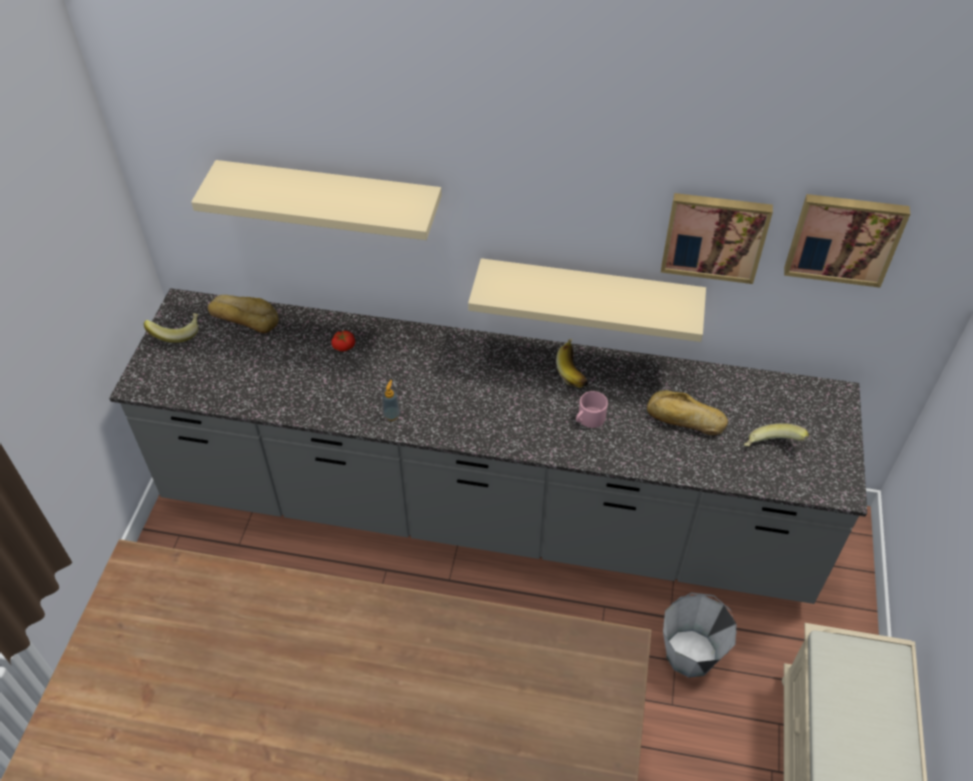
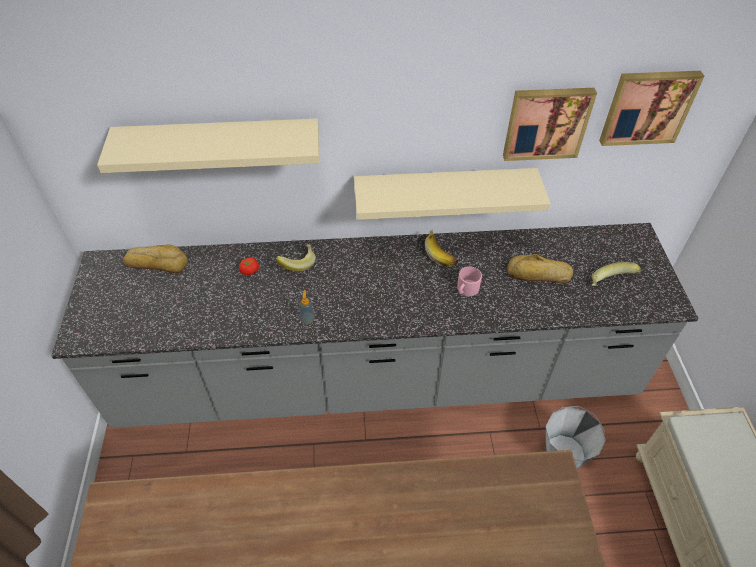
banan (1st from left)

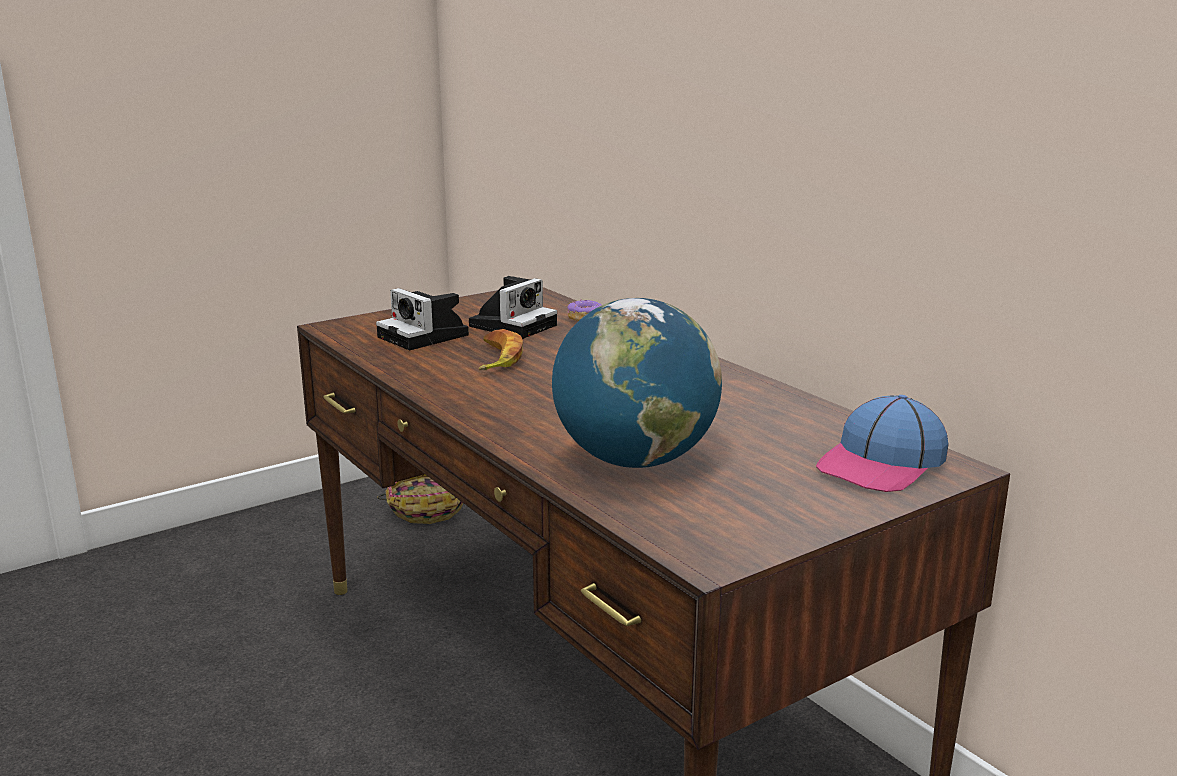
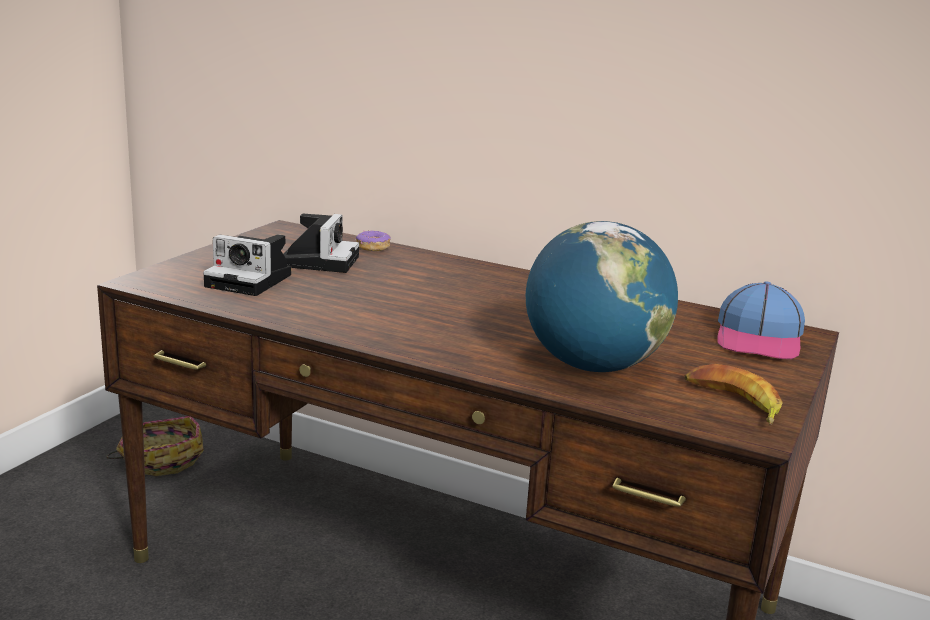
banan

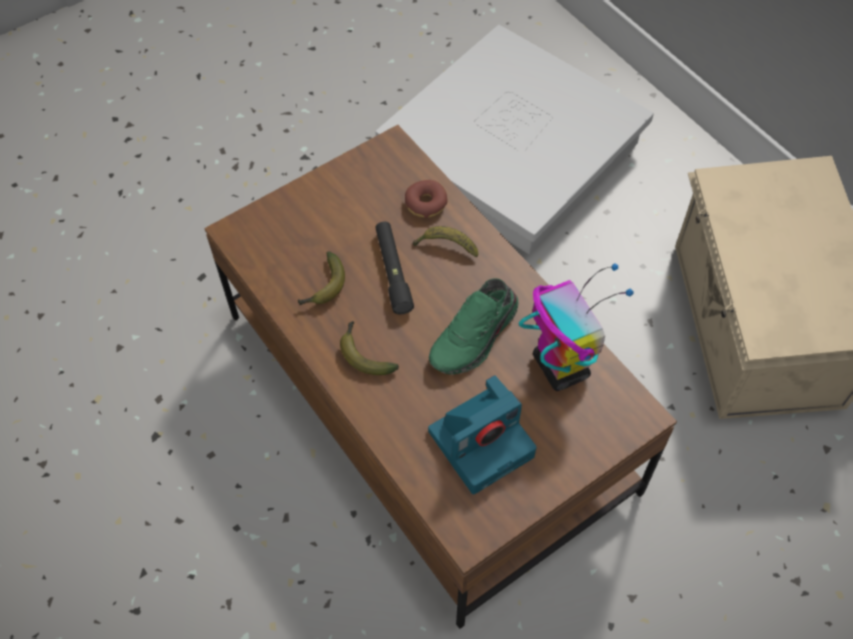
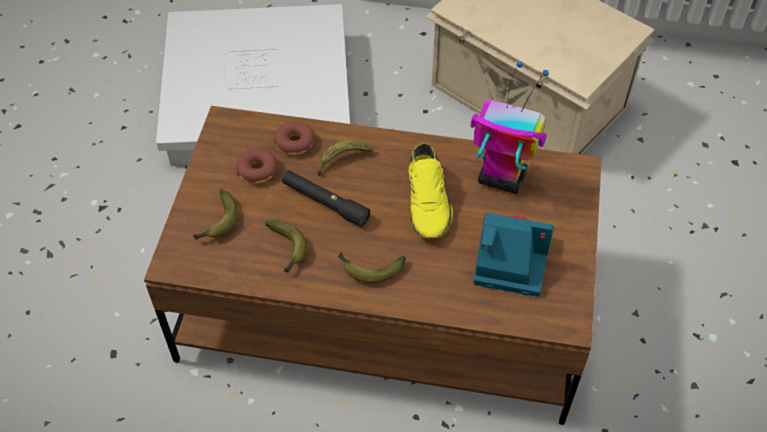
banan (1st from left)
donut (1st from left)
but/żółty
aparat fotograficzny

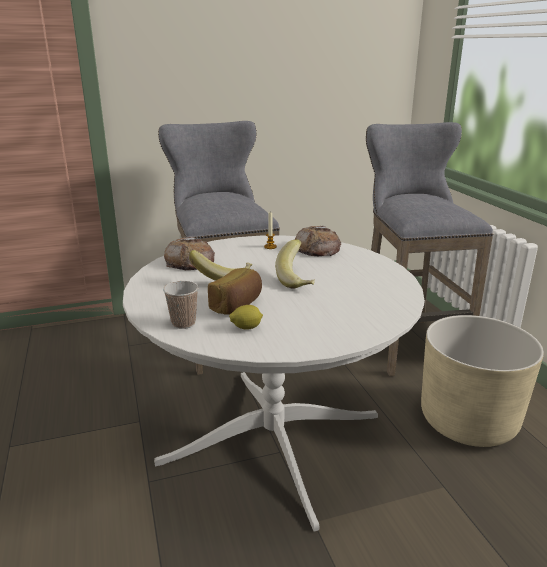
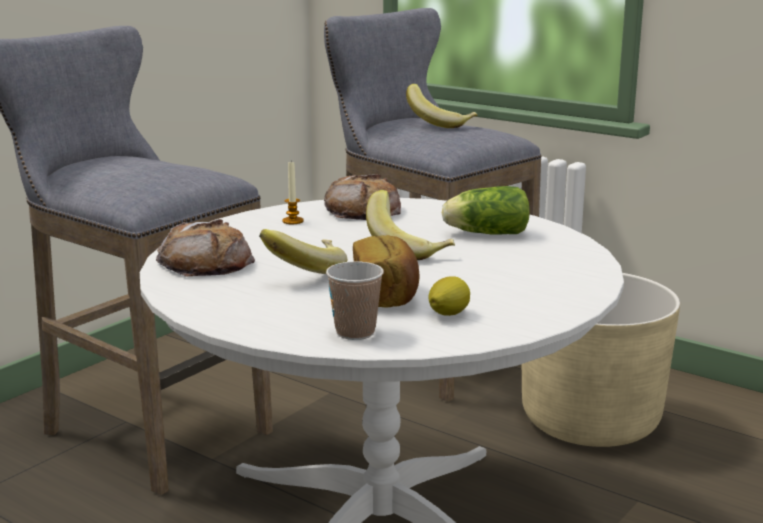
banan (3rd from left)
sałata

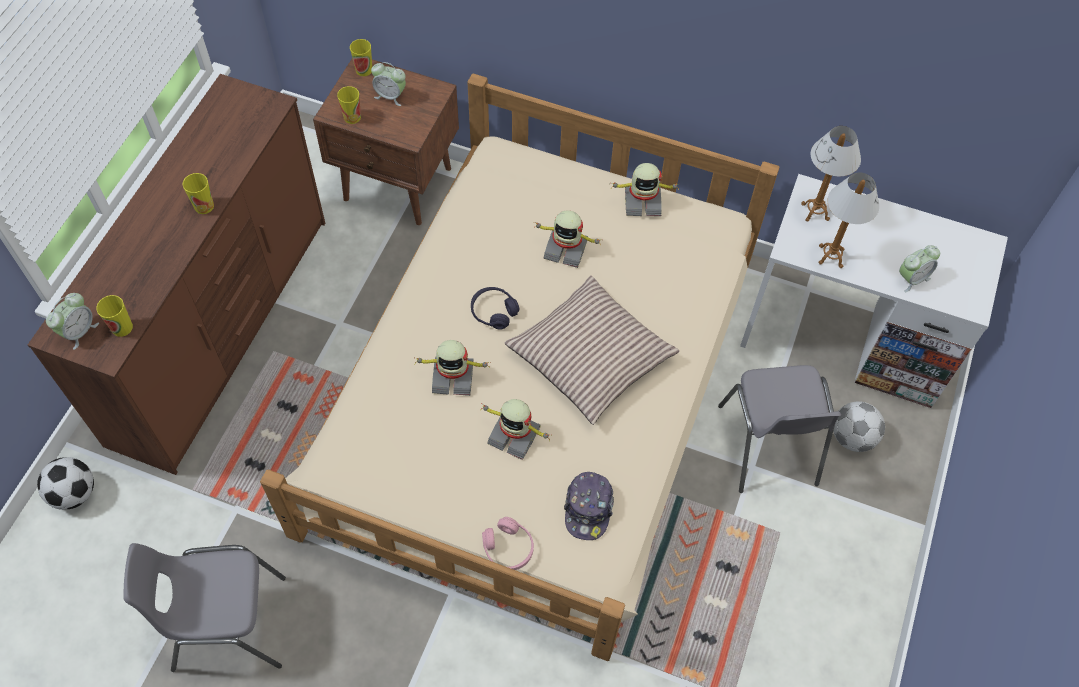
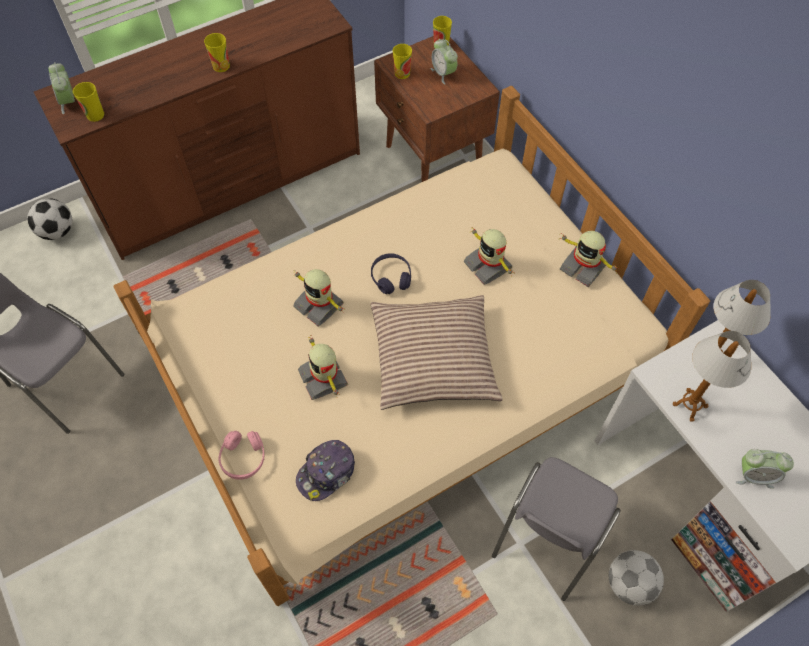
budzik (1st from left)

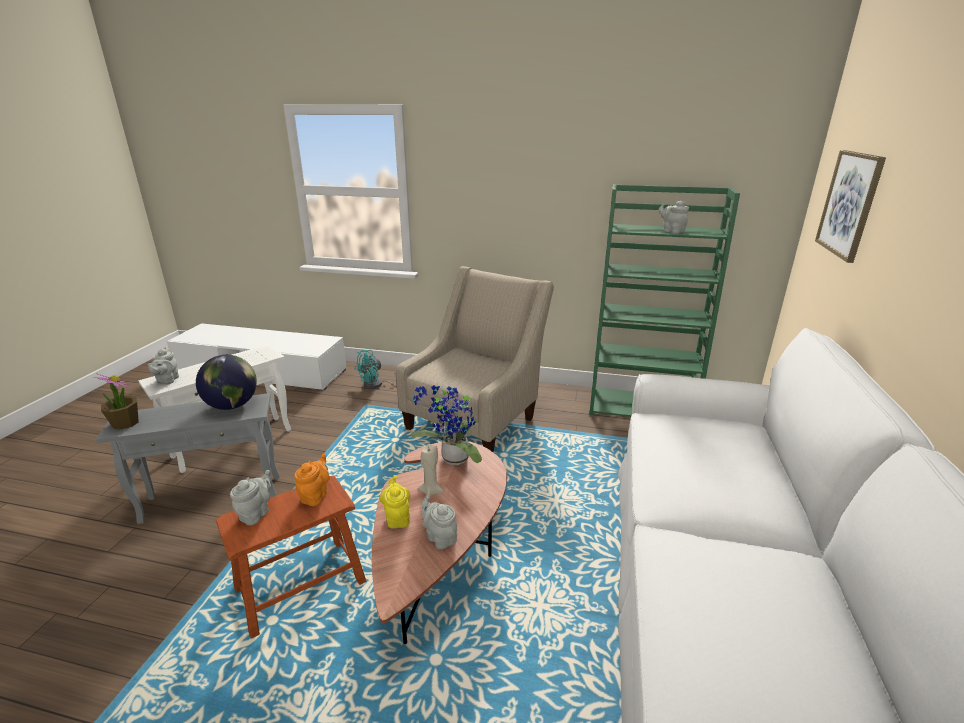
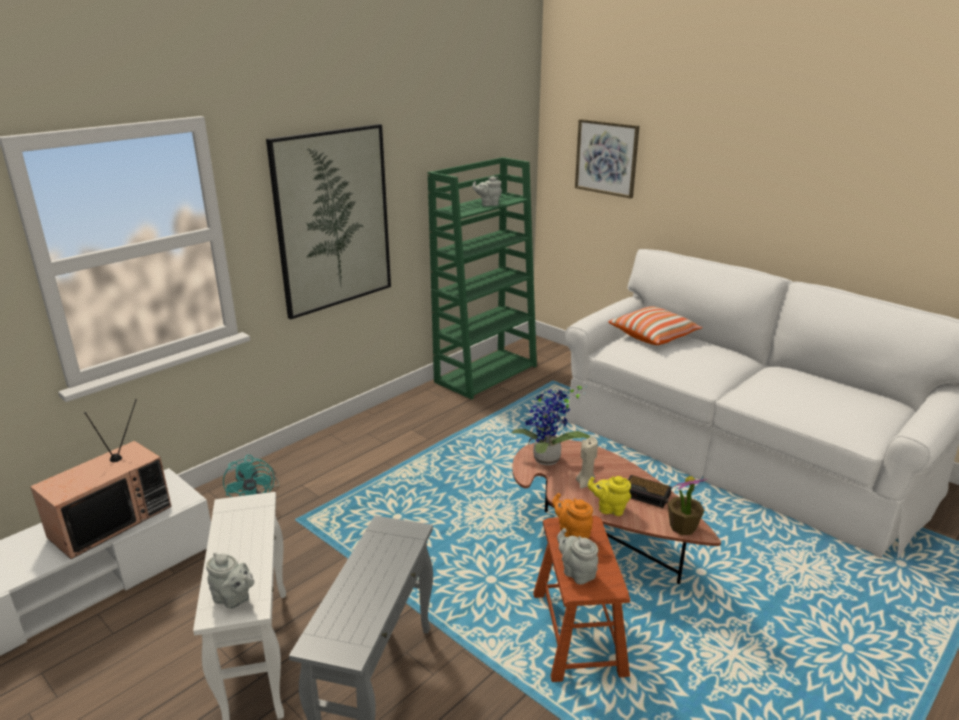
telewizor
obraz (1st from left)
poduszka
budzik
roślina doniczkowa (2nd from left)
globus
fotel/beżowy

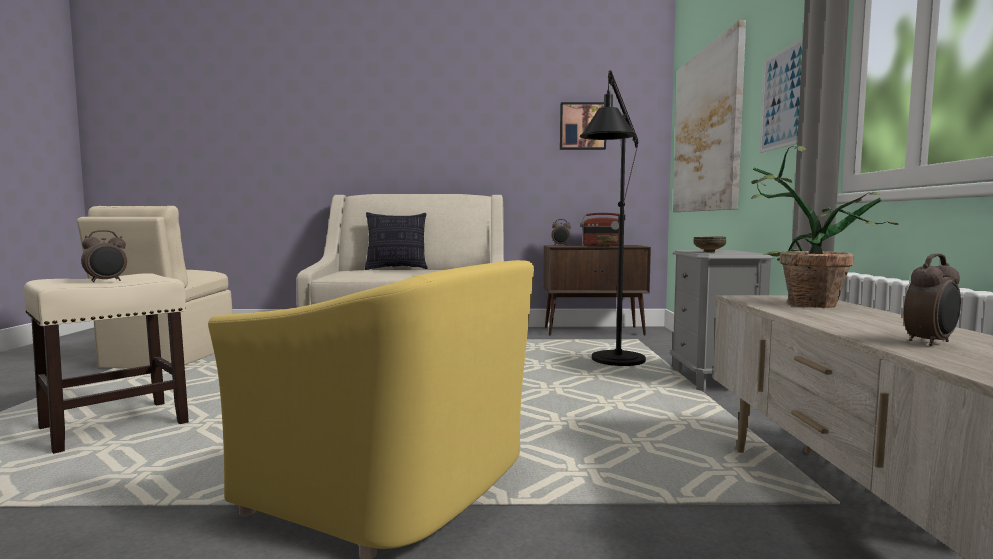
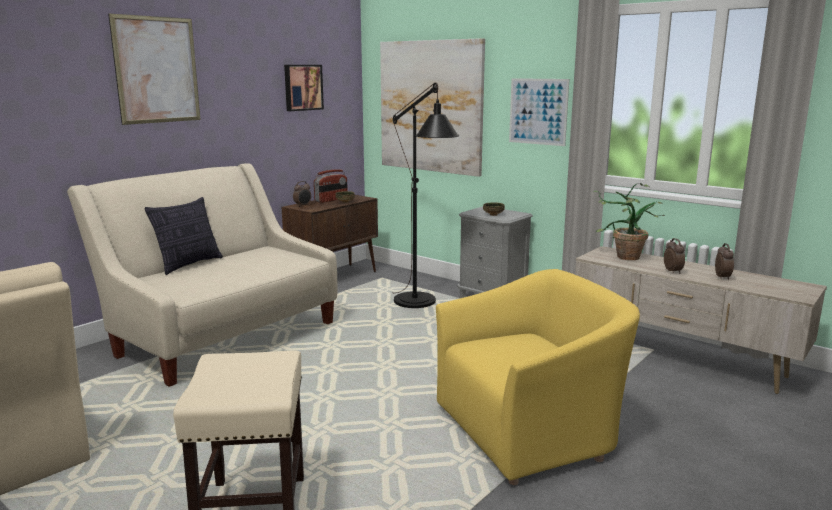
obraz (1st from left)
budzik (2nd from left)

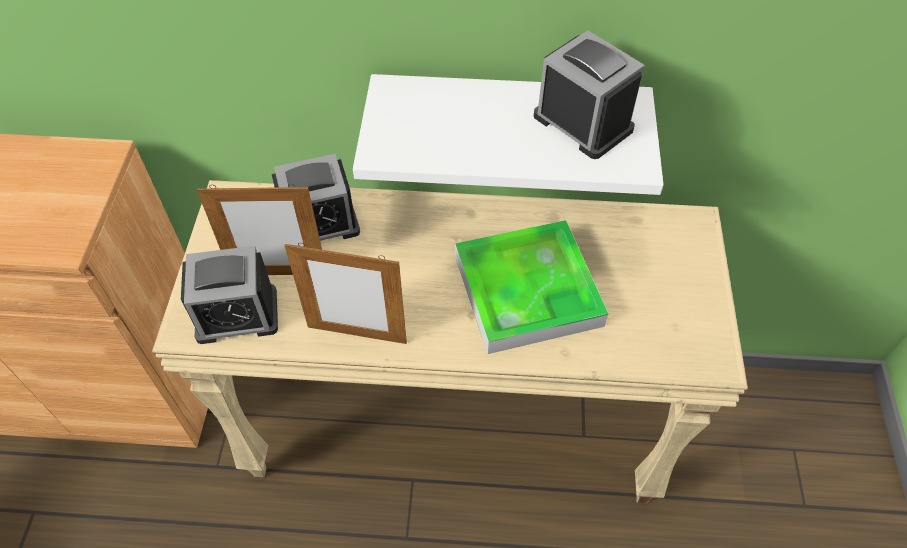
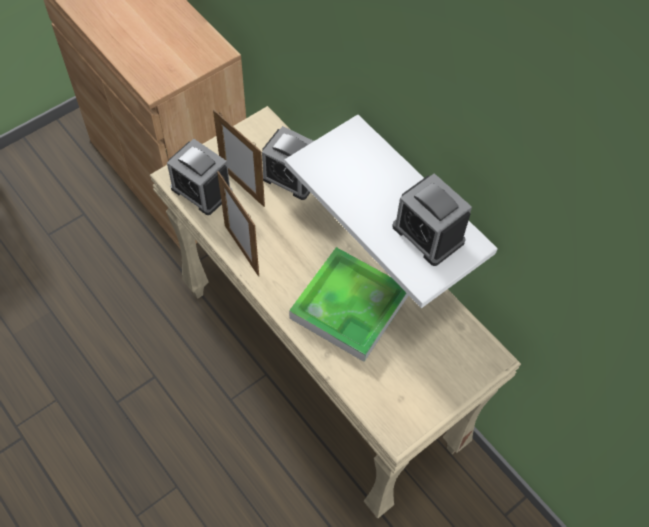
budzik (3rd from left)

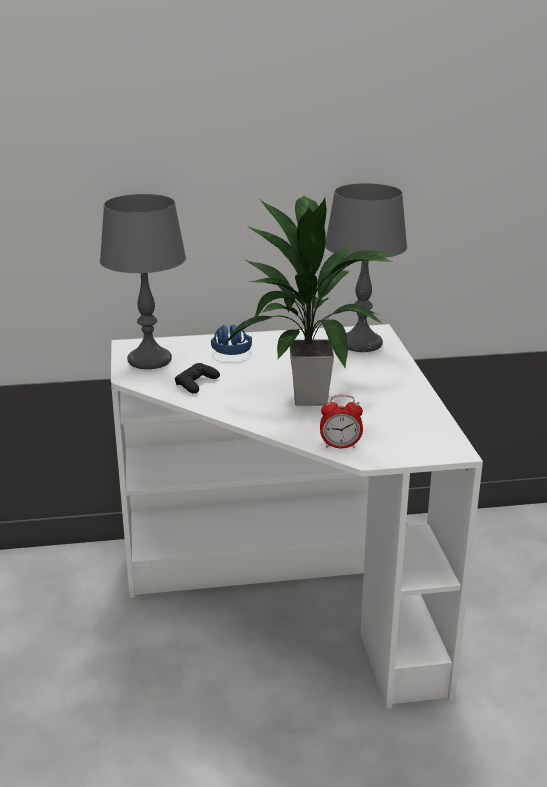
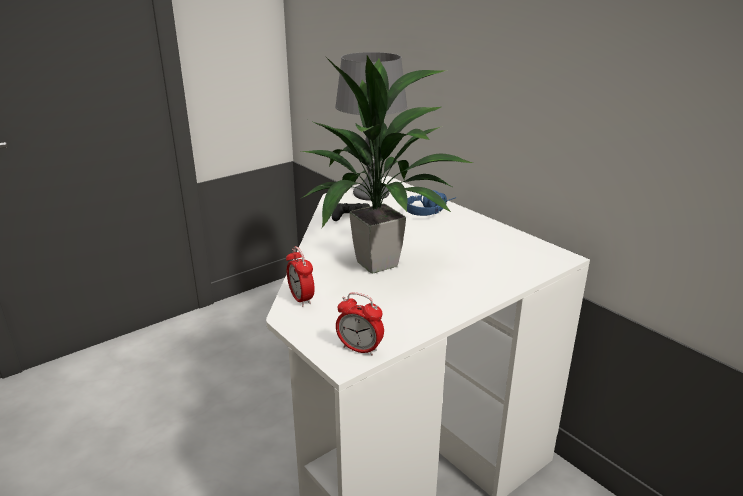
budzik (2nd from left)
lampa stołowa/szary (2nd from left in the first image)

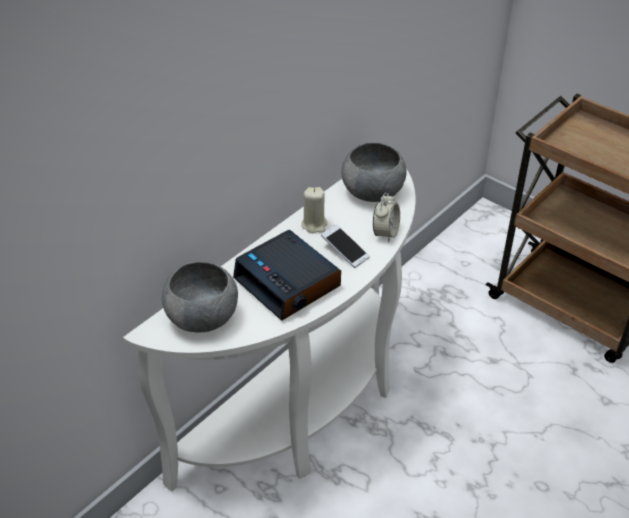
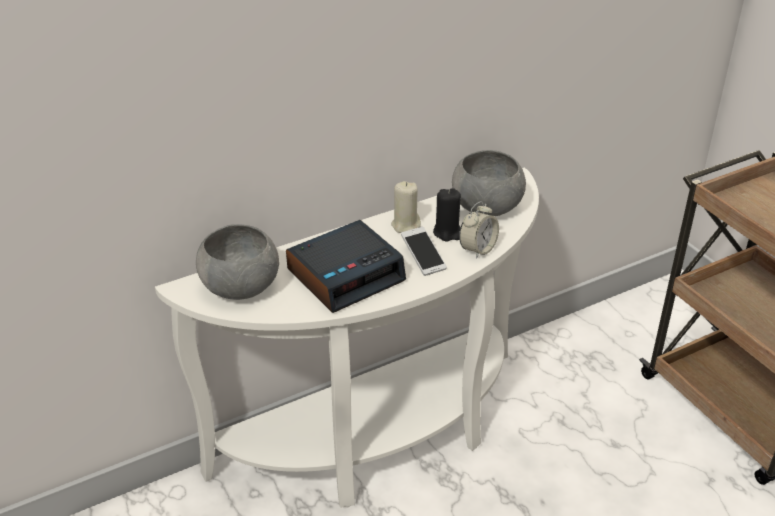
budzik (1st from left)
świeca/czarny

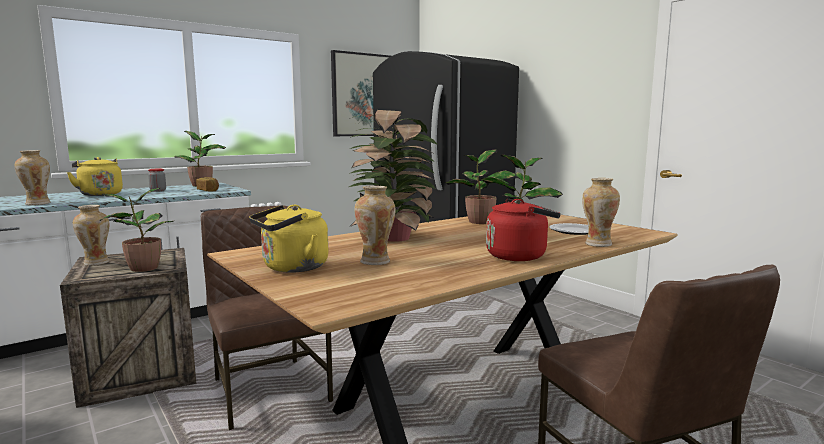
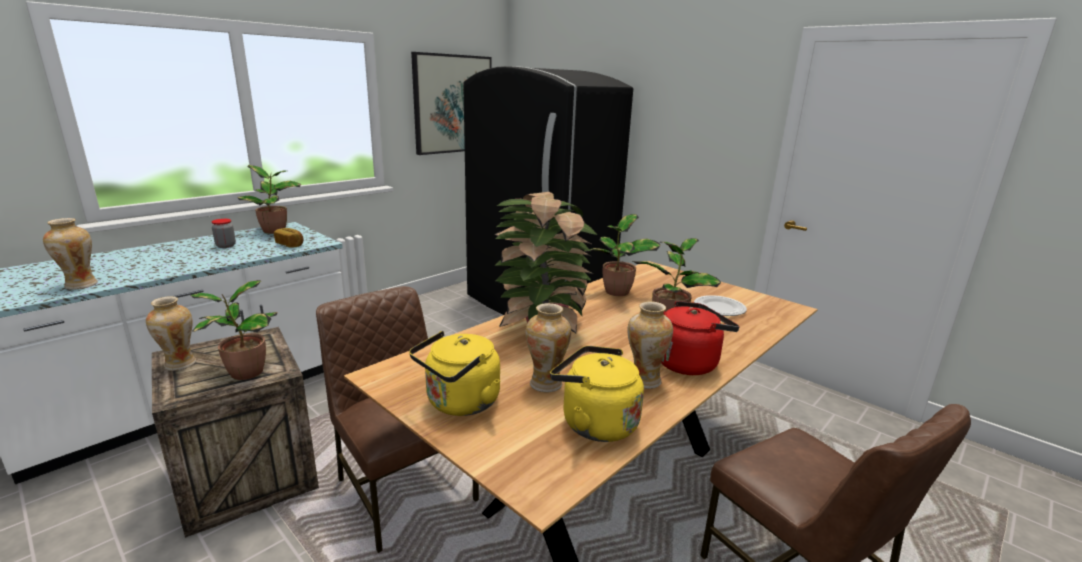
czajnik/żółty (2nd from left)
wazon (4th from left)

